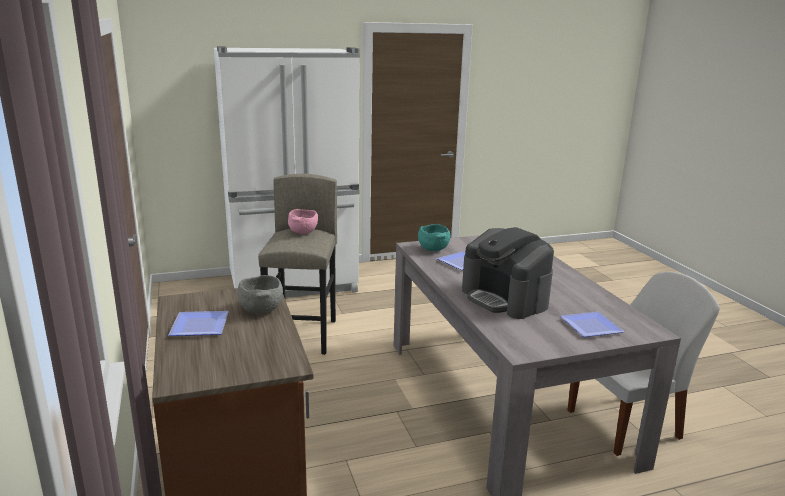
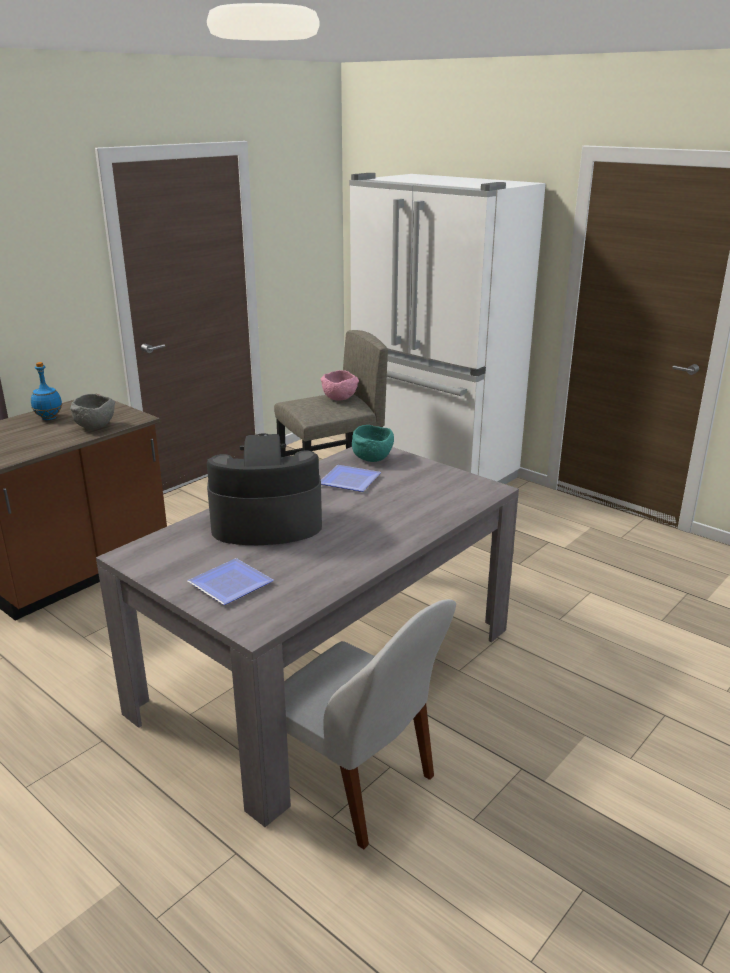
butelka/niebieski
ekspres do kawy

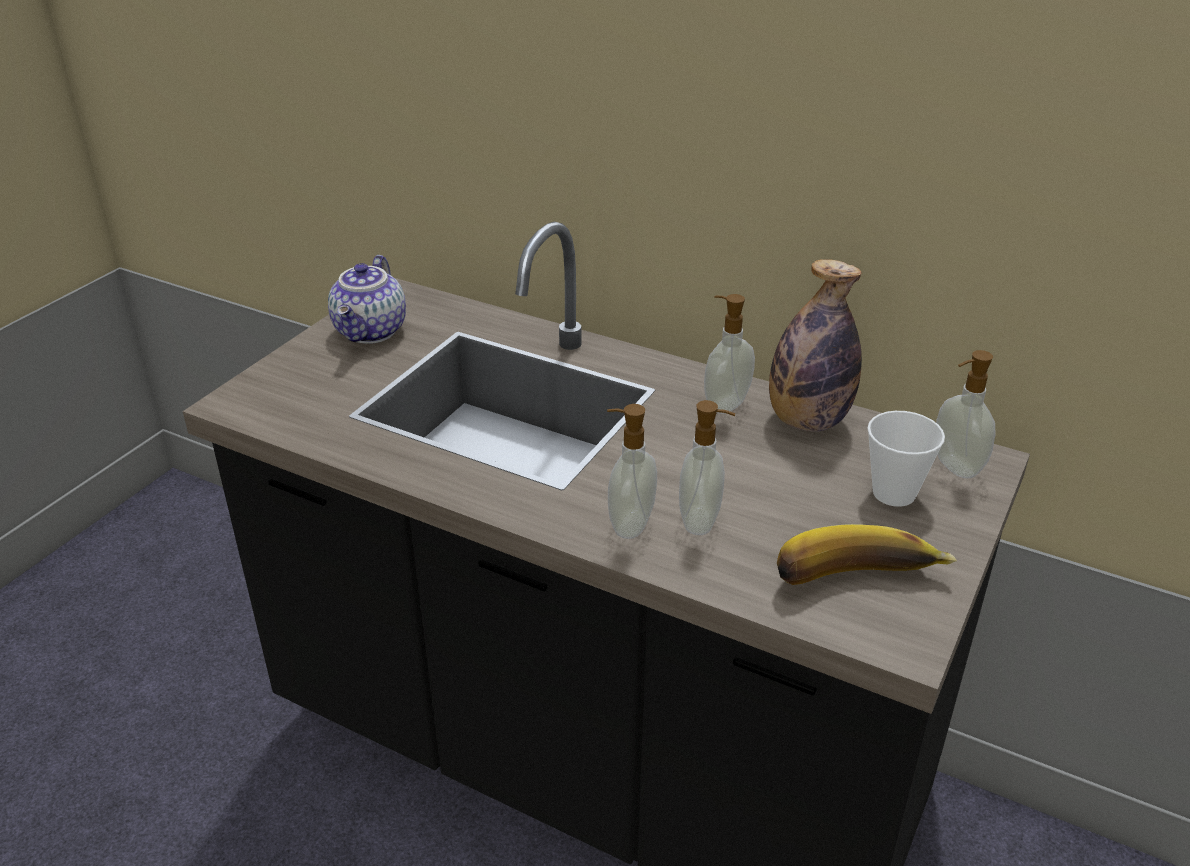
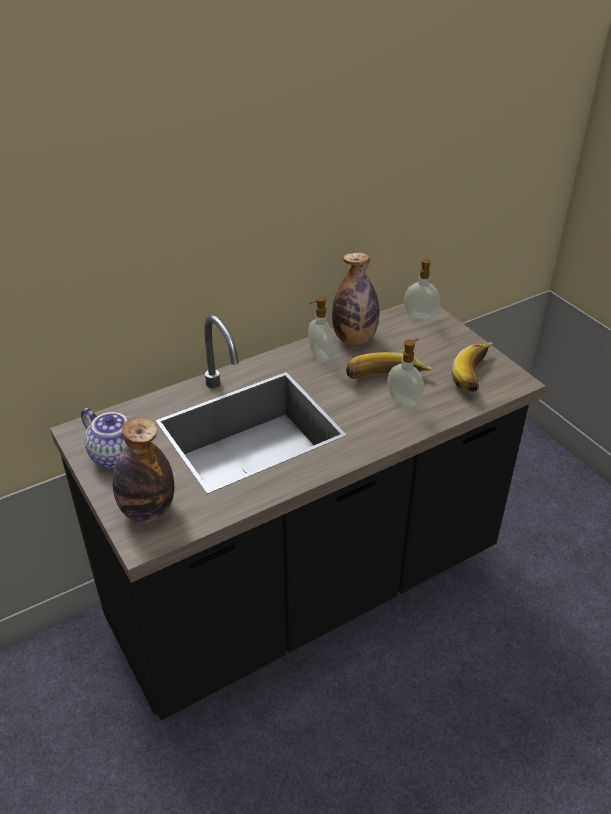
butelka (1st from left)
banan (1st from left)
dozownik mydła (1st from left in the first image)
filiżanka

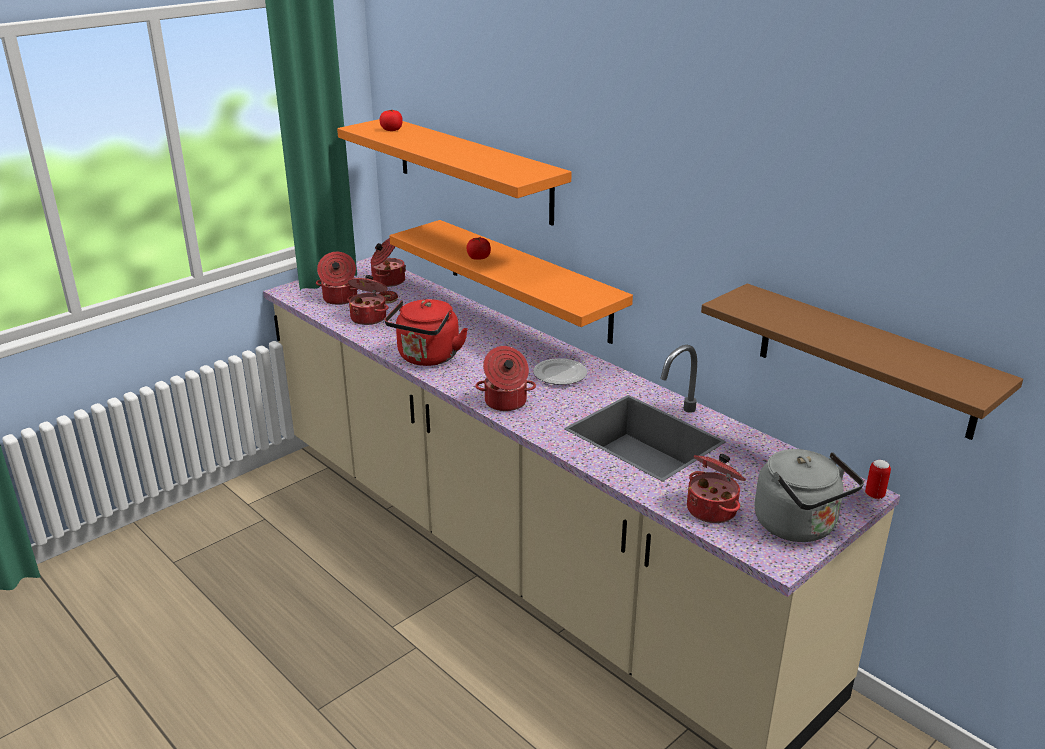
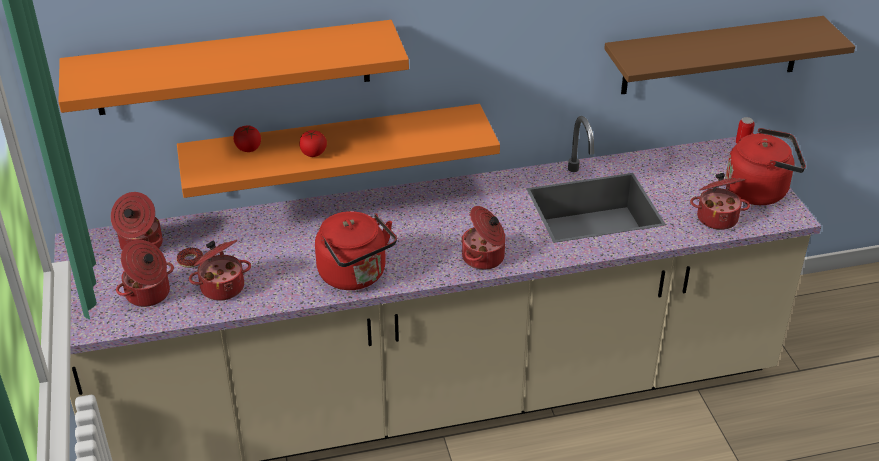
pomidor (1st from left)
czajnik/czerwony (2nd from left)
talerz

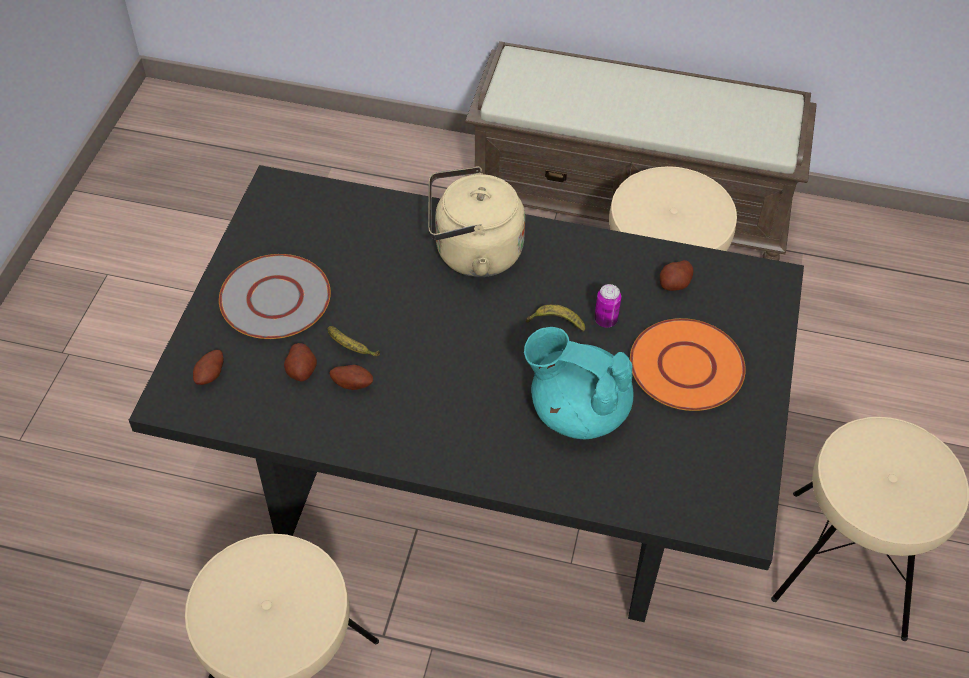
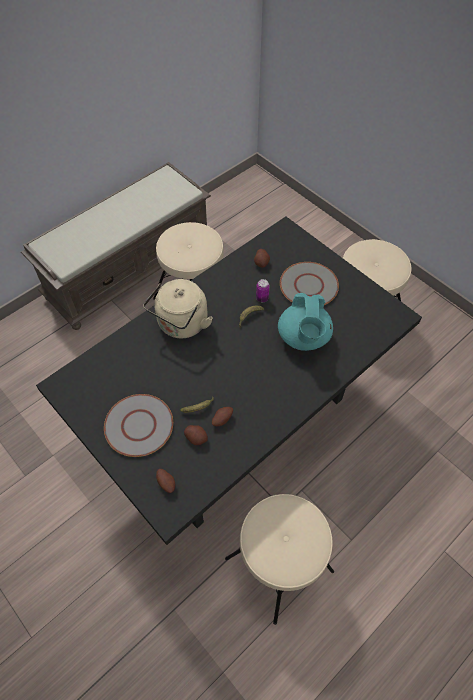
imbryk/turkusowy
talerz/szary (2nd from left)

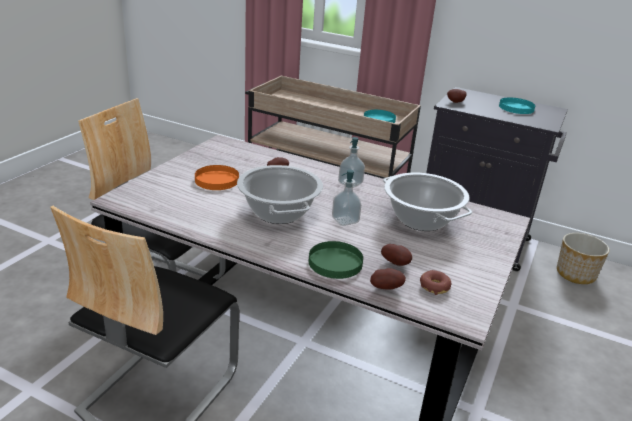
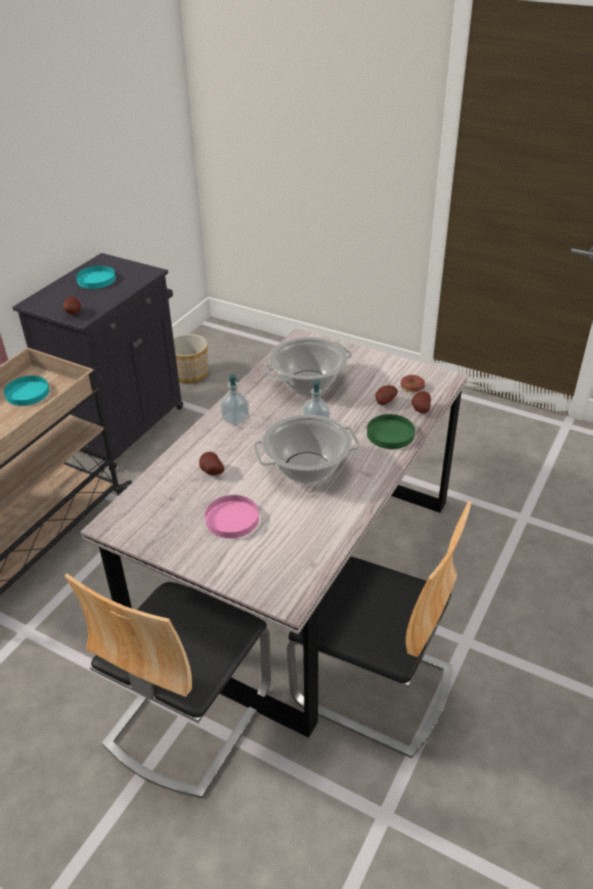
talerz/różowy

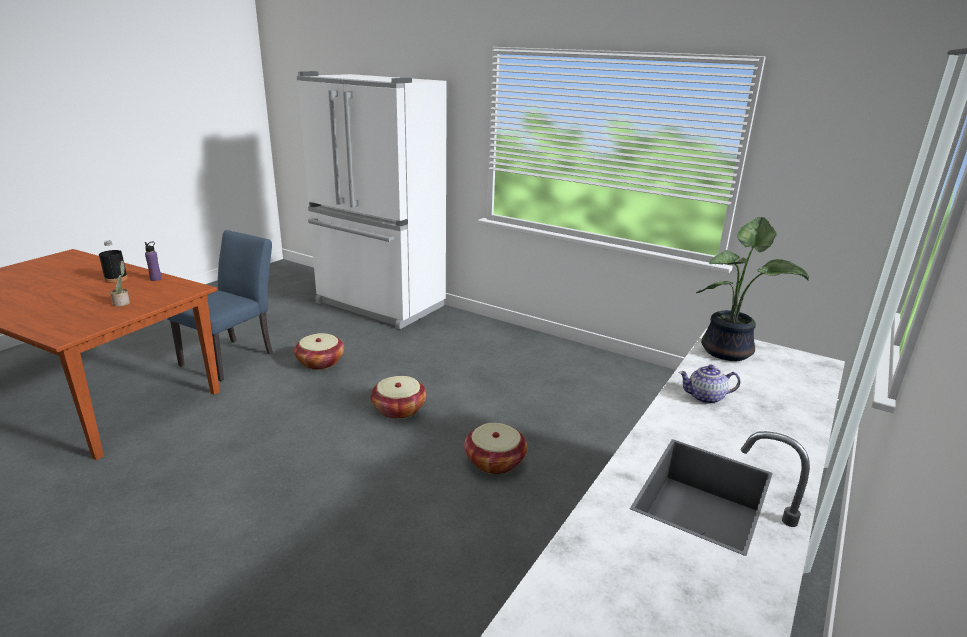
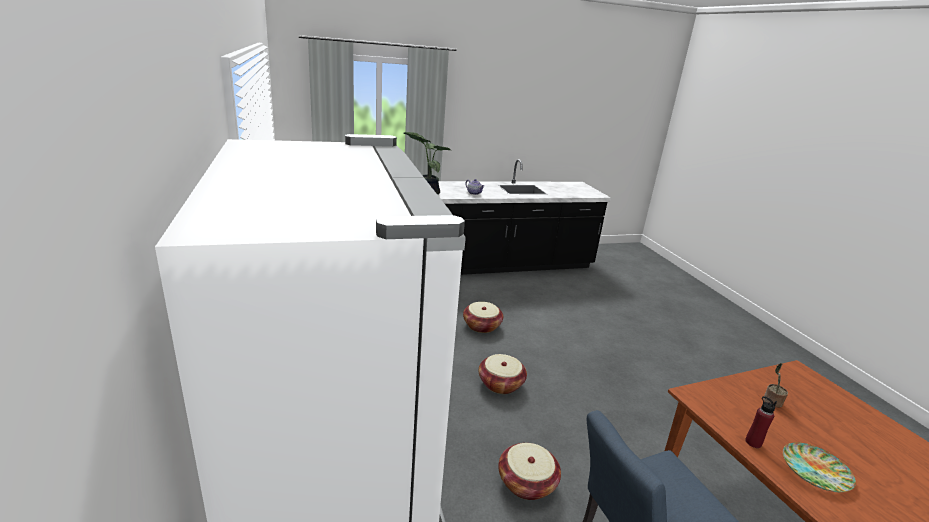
butelka/czerwony
talerz

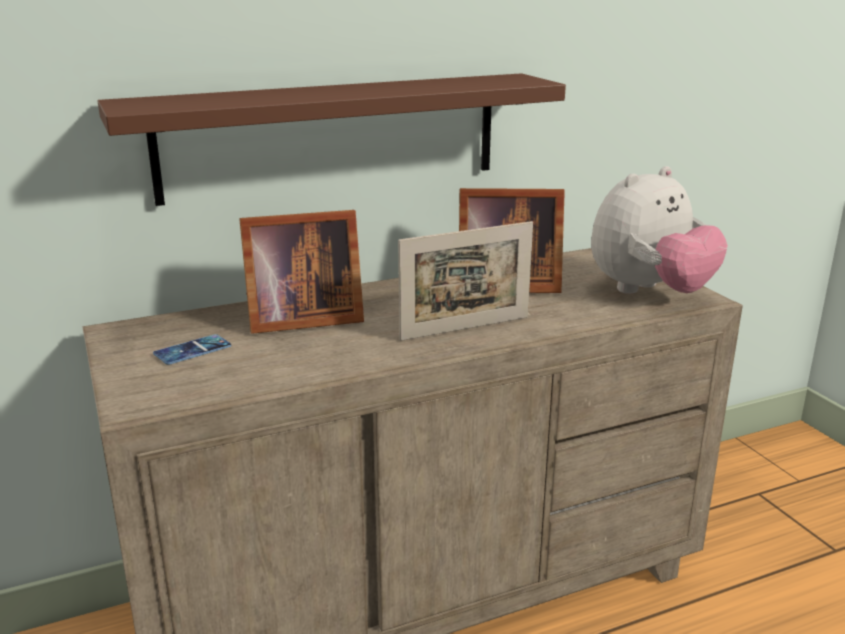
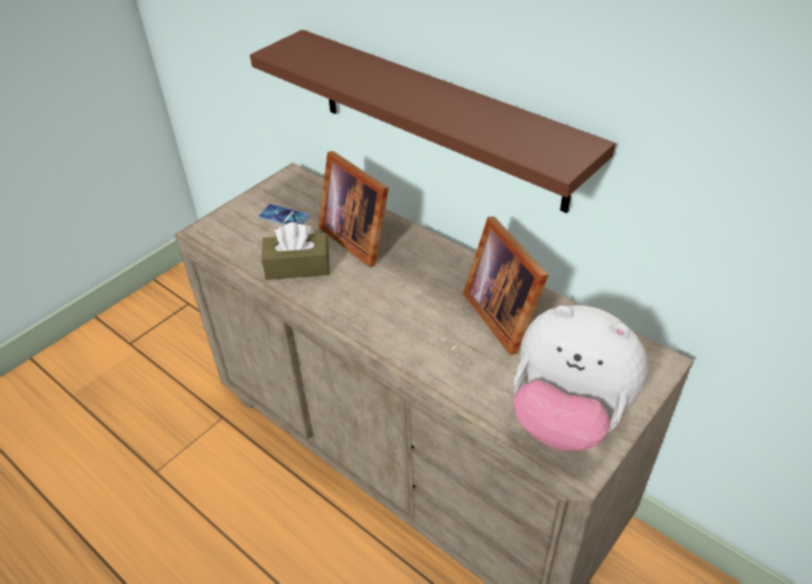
pudełko chusteczek/brązowy
ramka na zdjęcie (2nd from left in the first image)

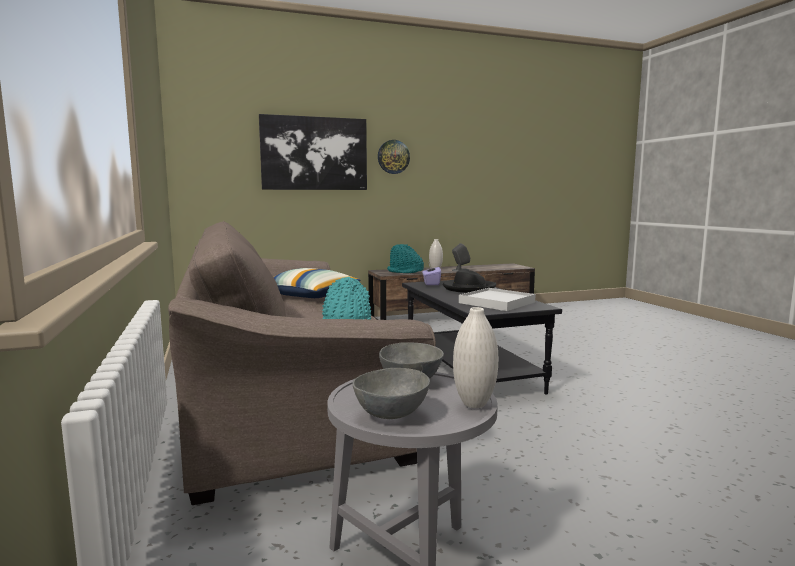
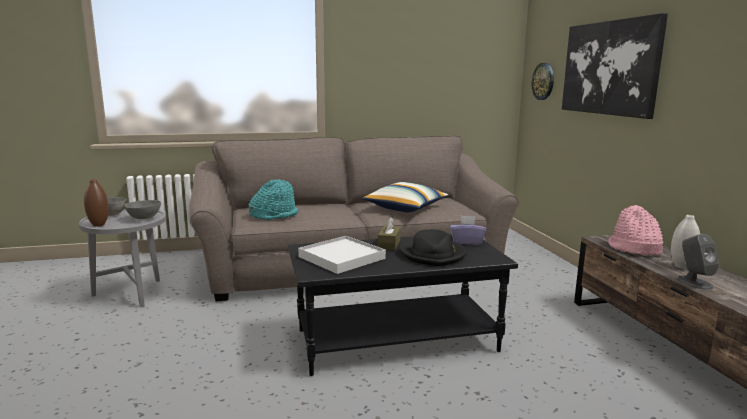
wazon/brązowy
pudełko chusteczek/brązowy
zegar ścienny
kapelusz/różowy

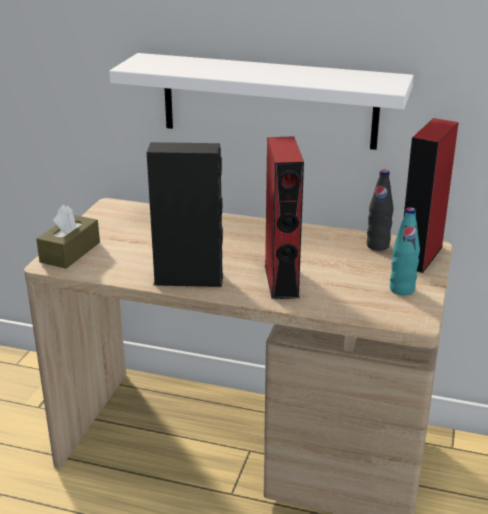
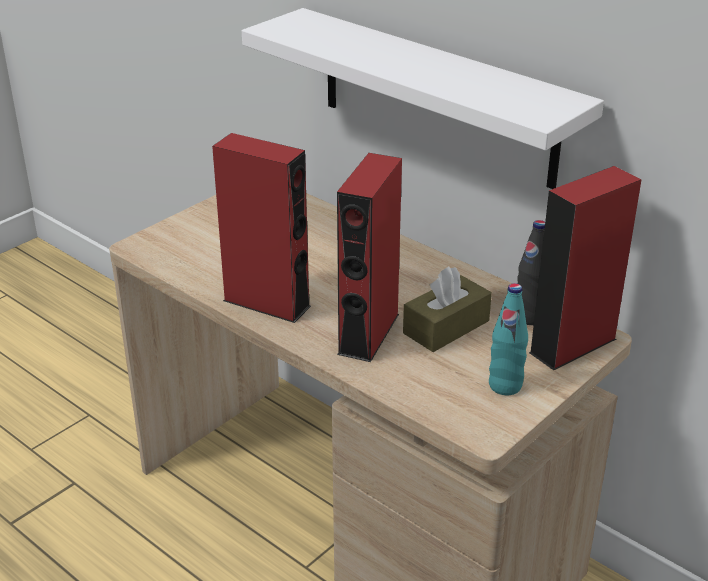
głośnik/czerwony (1st from left)
pudełko chusteczek/brązowy

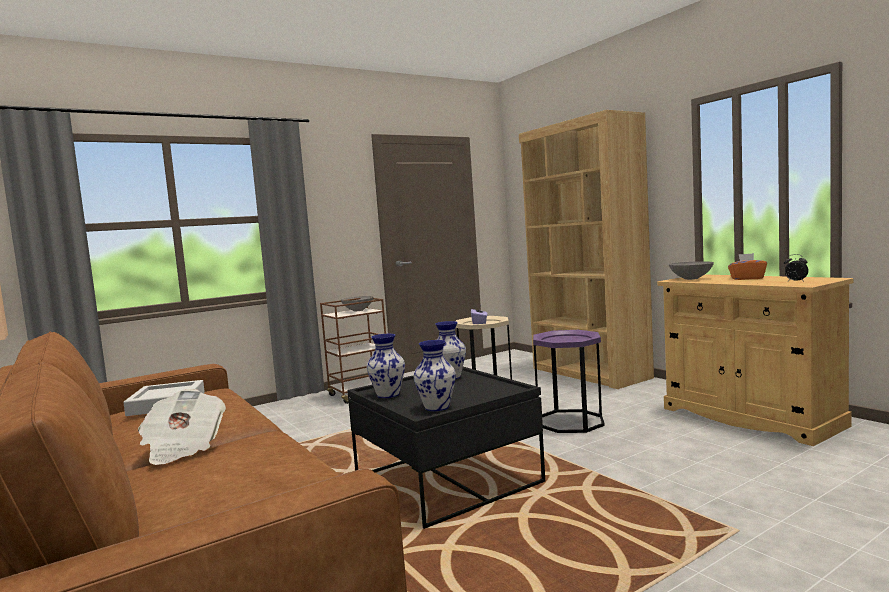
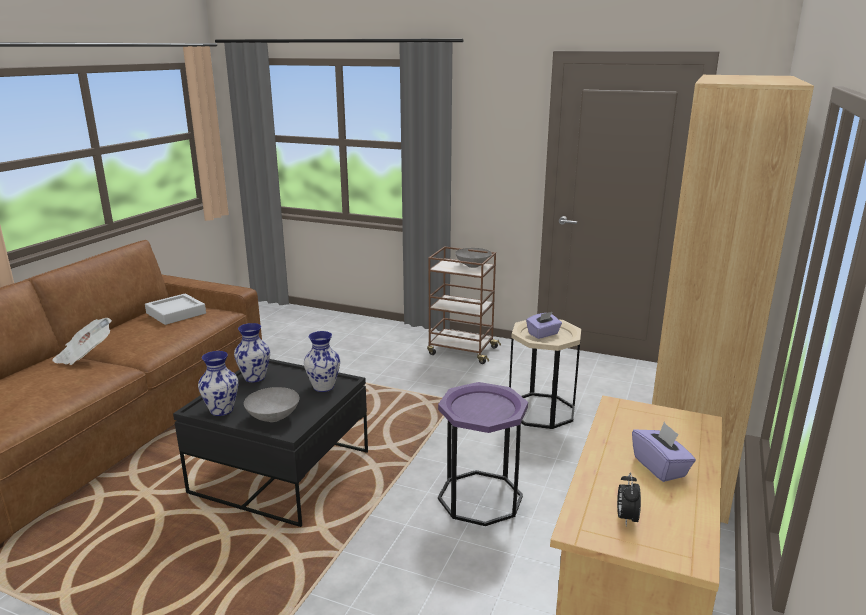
miska/szary (1st from left)
pudełko chusteczek/fioletowy (2nd from left)

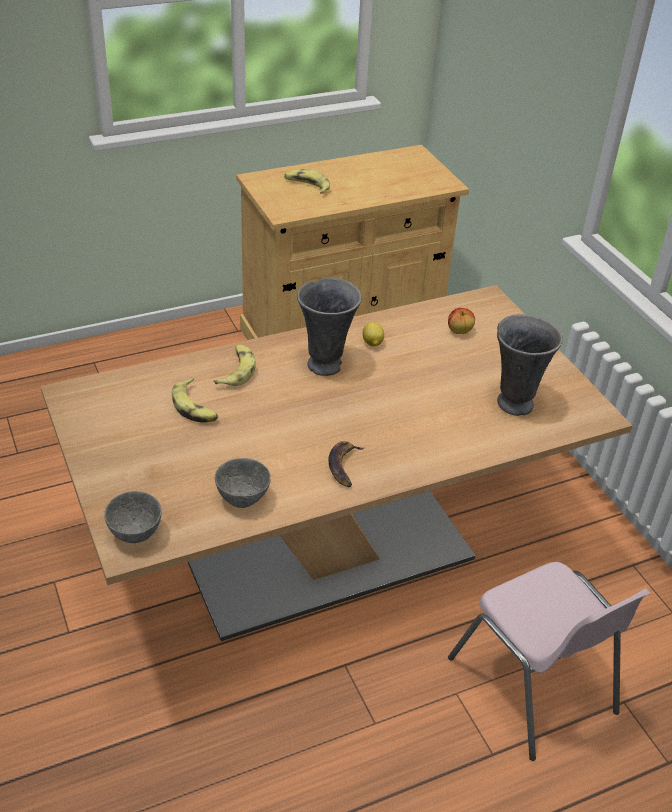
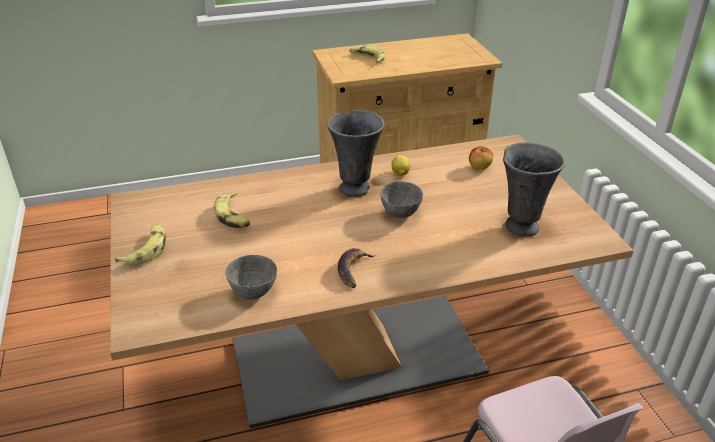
banan (1st from left)
miska/szary (2nd from left)

